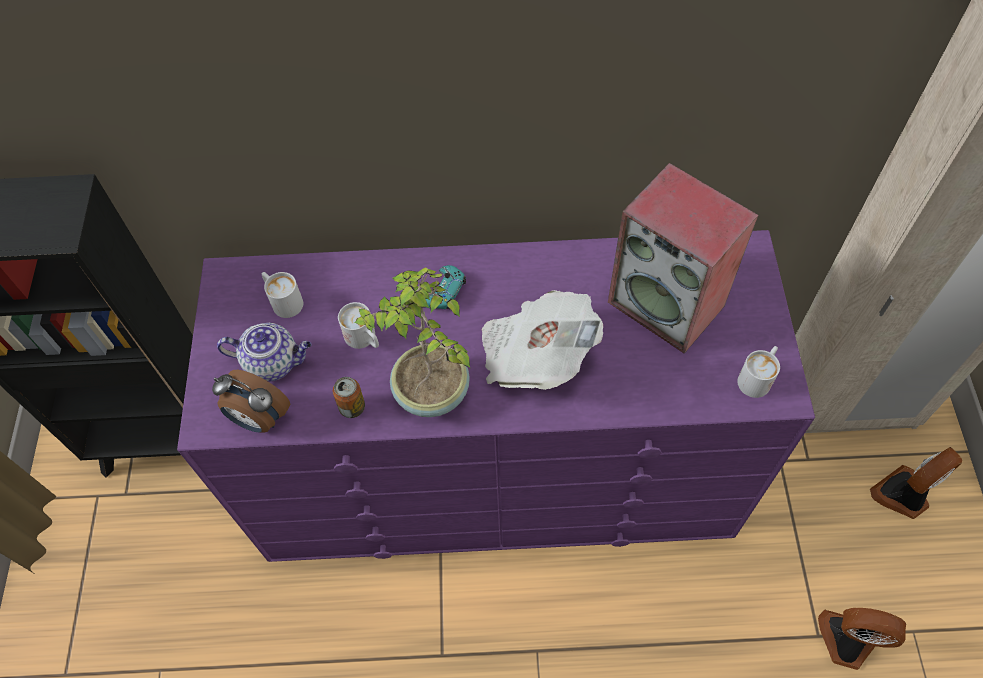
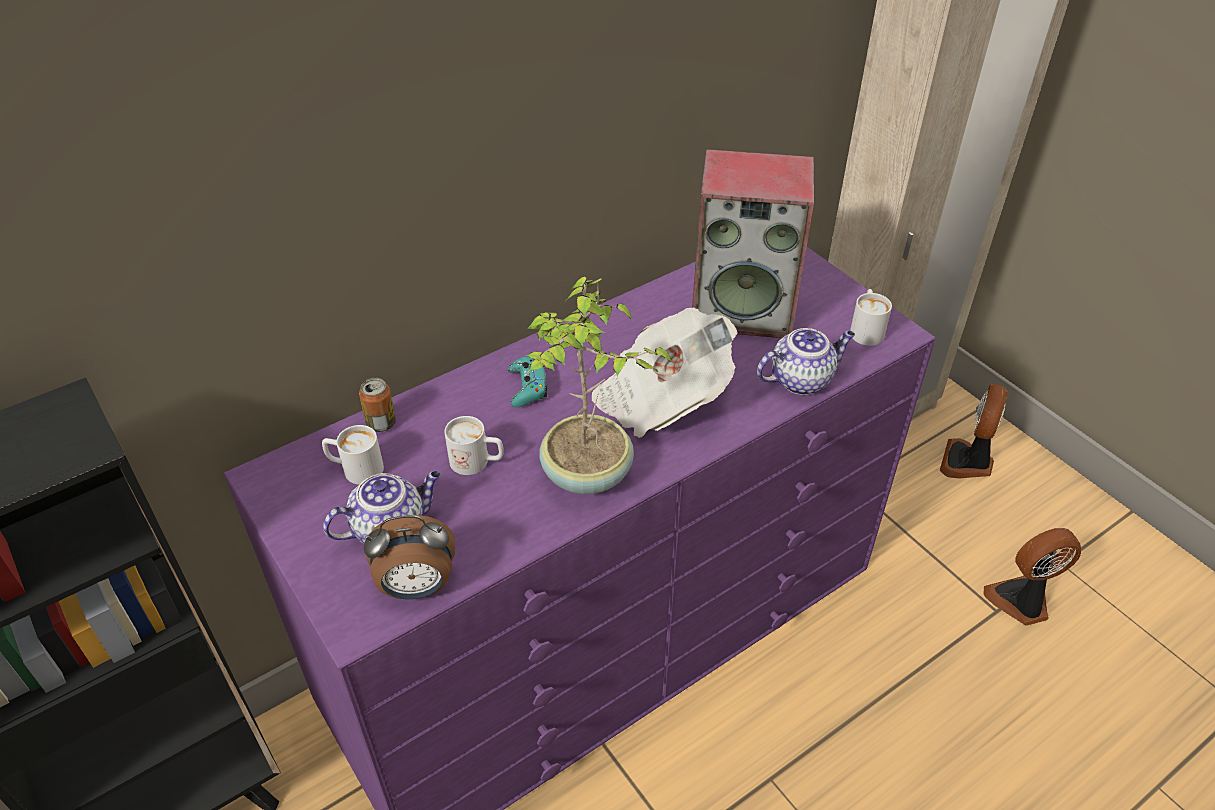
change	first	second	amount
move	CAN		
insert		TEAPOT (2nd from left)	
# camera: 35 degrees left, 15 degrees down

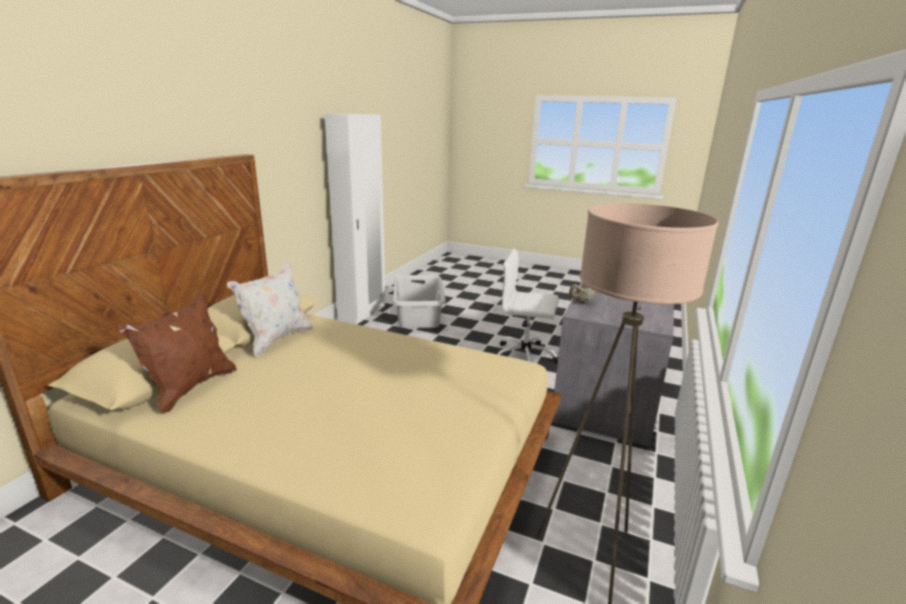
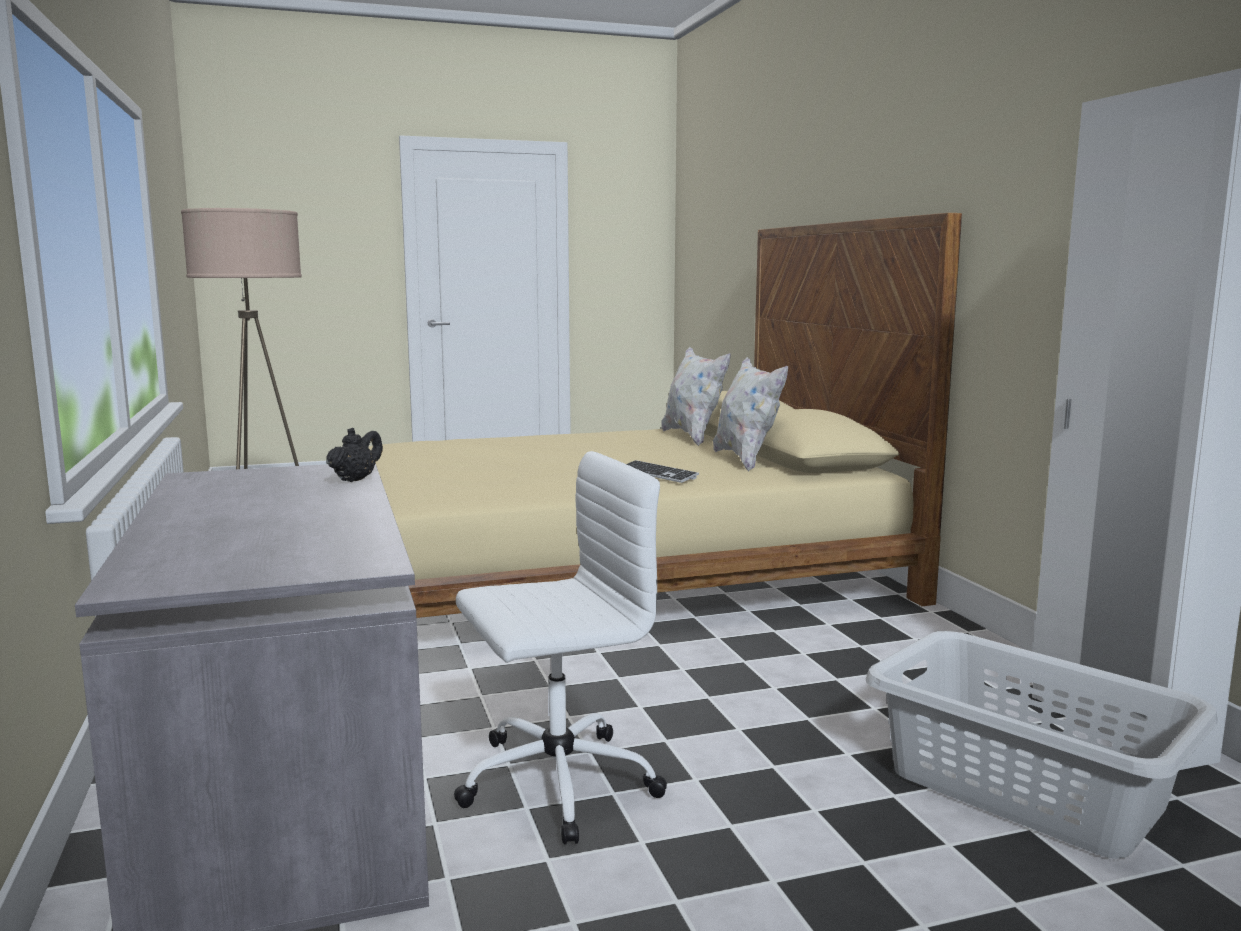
change	first	second	amount
recolor	BEIGE TEAPOT	BLACK TEAPOT	
insert		KEYBOARD	
recolor	BROWN PILLOW	WHITE PILLOW (1st from left)	
# camera: 140 degrees right, 10 degrees down

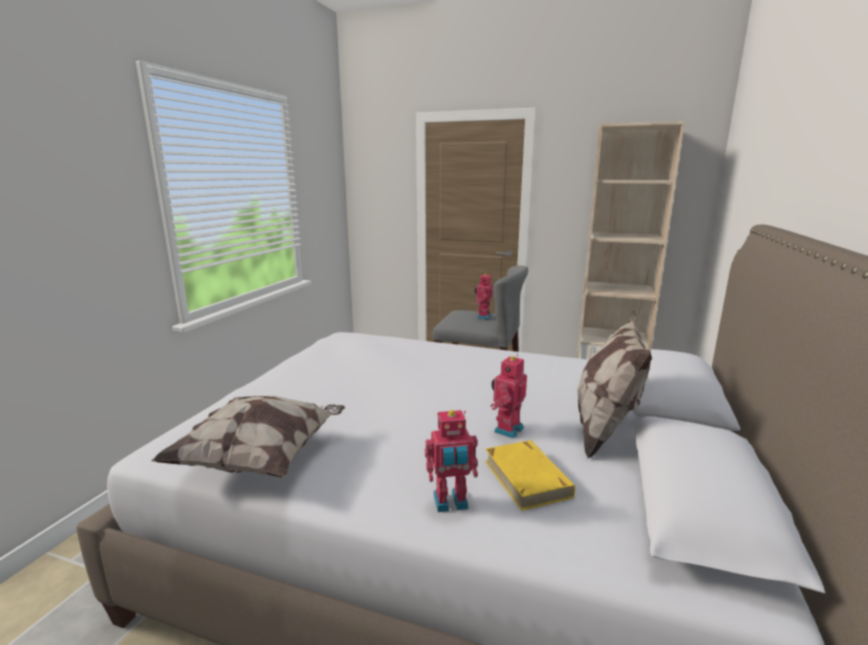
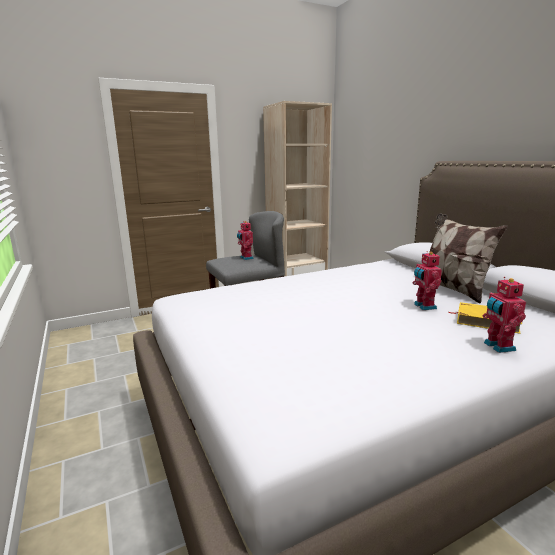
change	first	second	amount
rotate	TOY ROBOT (1st from left in the first image)	TOY ROBOT (3rd from left)	135 degrees clockwise
delete	PILLOW (1st from left)		
# camera: 45 degrees left, 0 degrees up

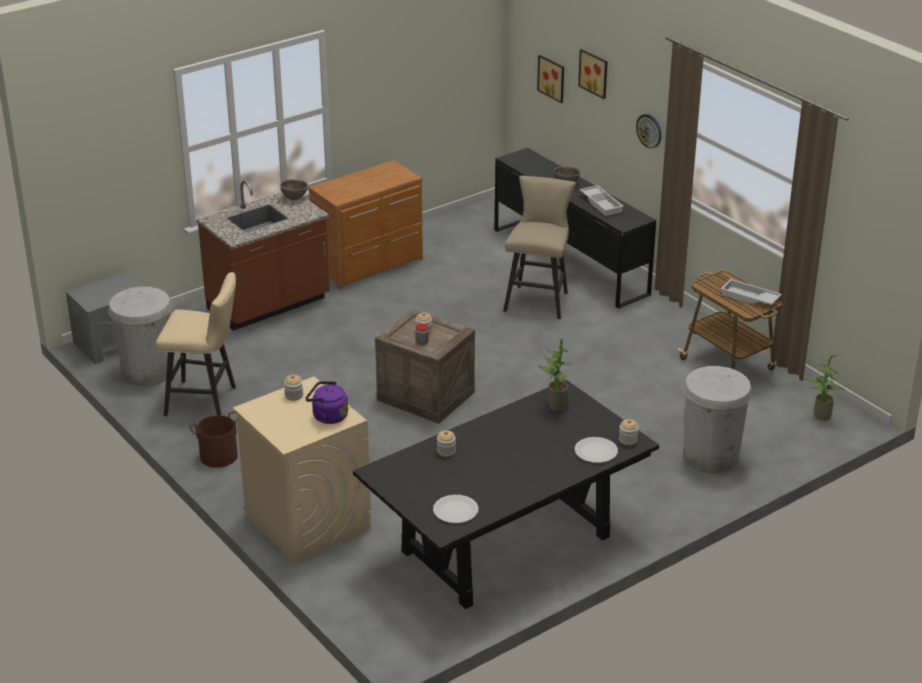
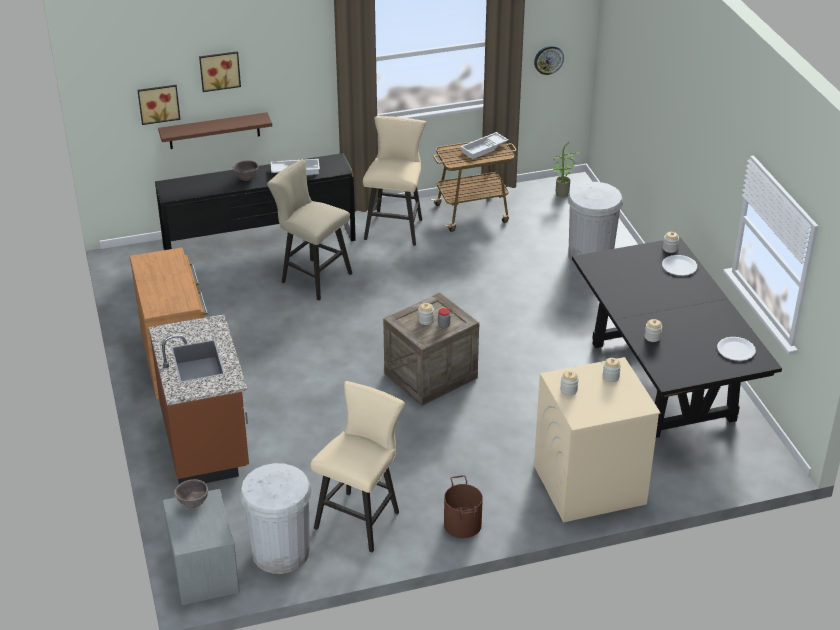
change	first	second	amount
insert		BROWN SHELF	
move	BROWN BOWL (1st from left)		
insert		BEIGE STOOL (3rd from left)	
move	WALL CLOCK		
replace	PURPLE KETTLE	JAR (4th from left)	
delete	POTTED PLANT (1st from left)		
# camera: 70 degrees left, 5 degrees up

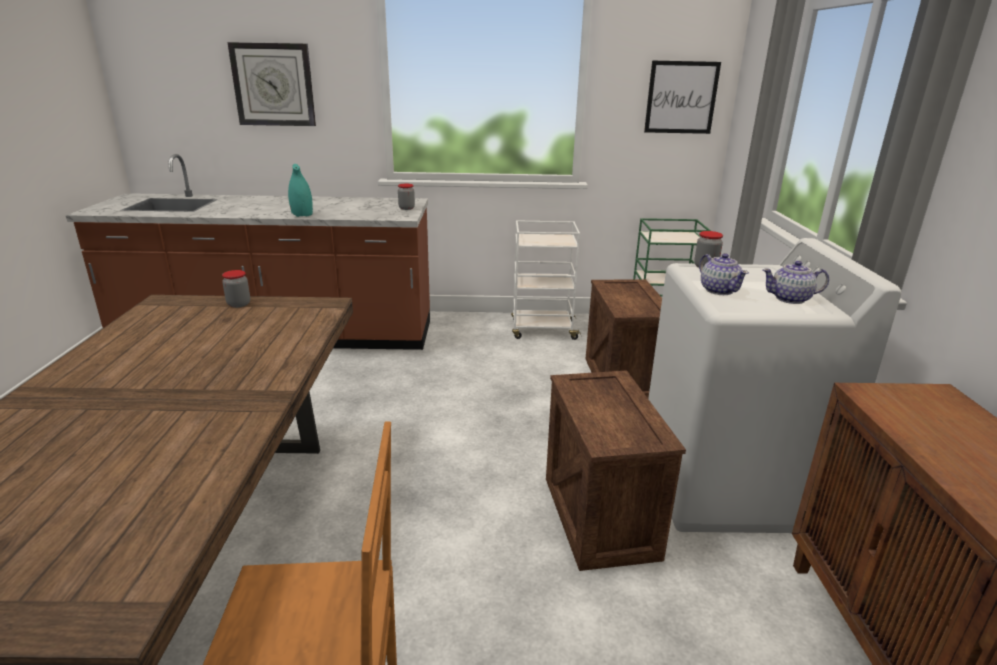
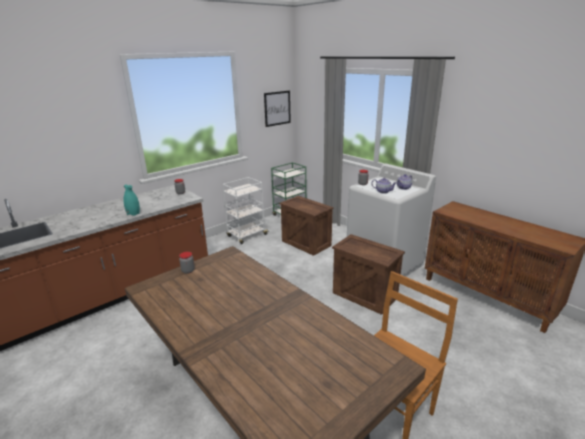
change	first	second	amount
delete	WALL CLOCK		
# camera: 40 degrees left, 0 degrees up

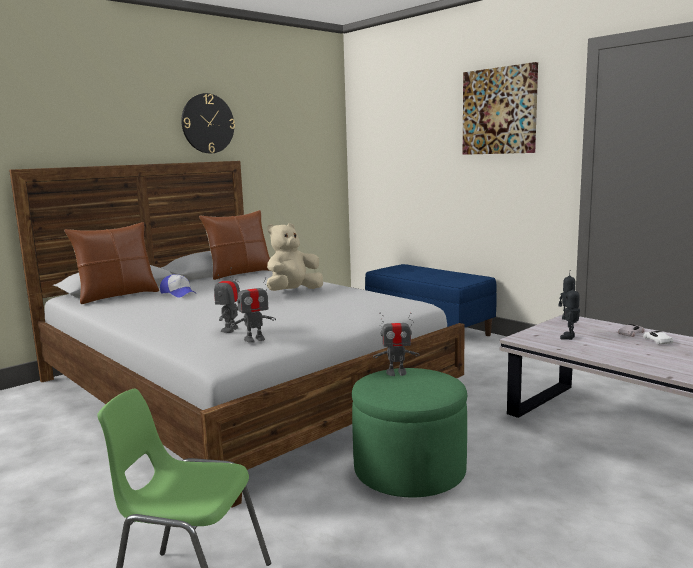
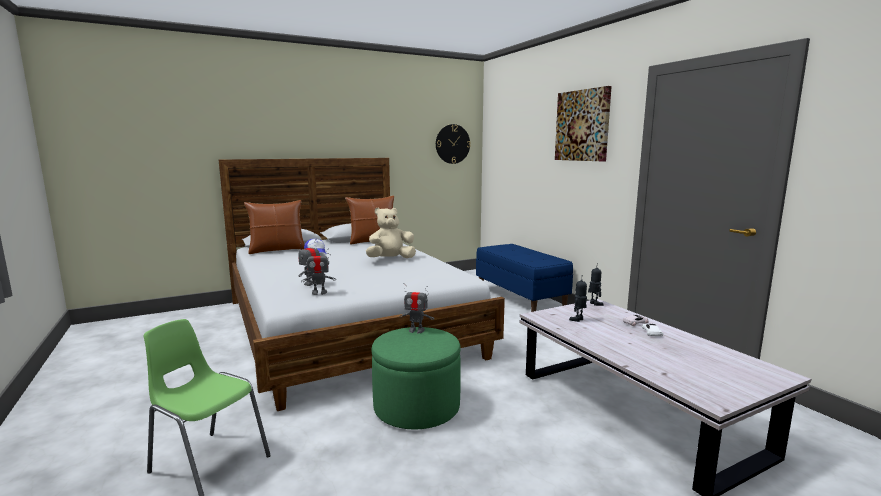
change	first	second	amount
move	WALL CLOCK		
# camera: 15 degrees right, 0 degrees up

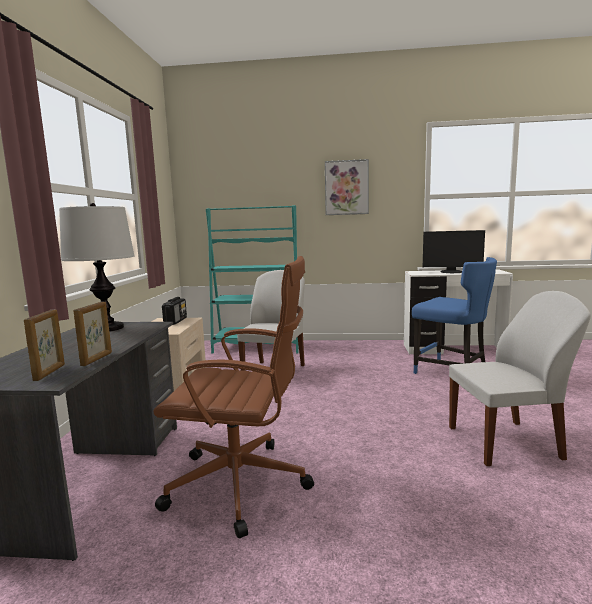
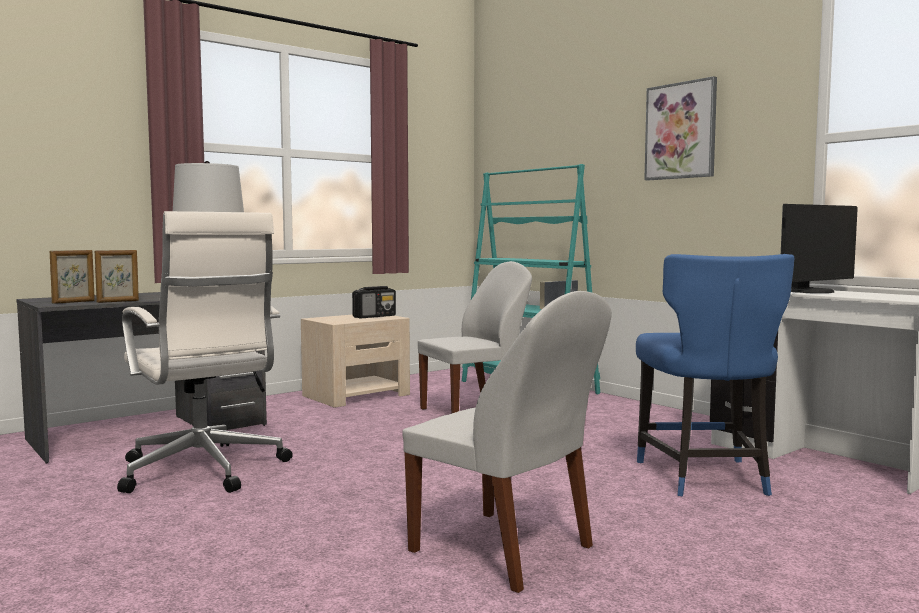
change	first	second	amount
recolor	BROWN OFFICE CHAIR	WHITE OFFICE CHAIR	
rotate	MONITOR		90 degrees counterclockwise
# camera: 45 degrees right, 5 degrees down

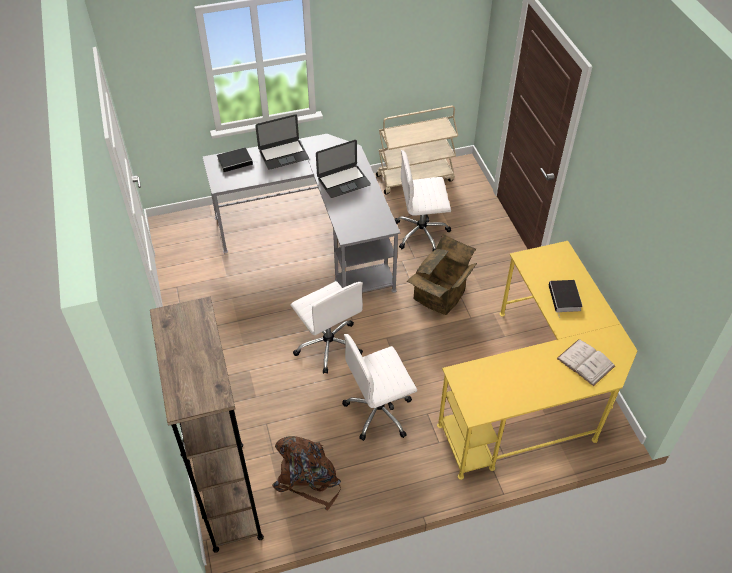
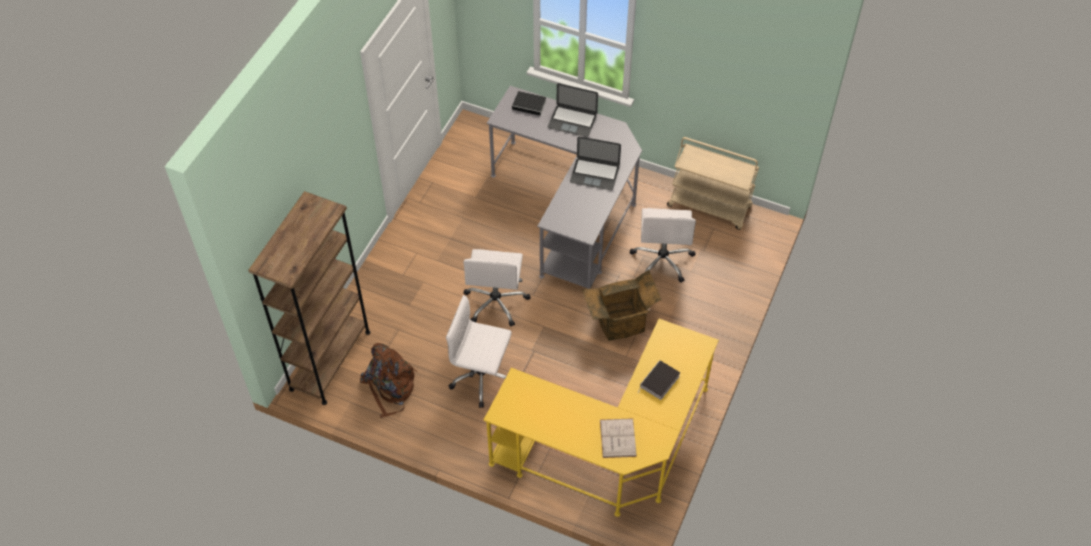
change	first	second	amount
rotate	WHITE OFFICE CHAIR (3rd from left)		120 degrees counterclockwise
# camera: 40 degrees right, 5 degrees up

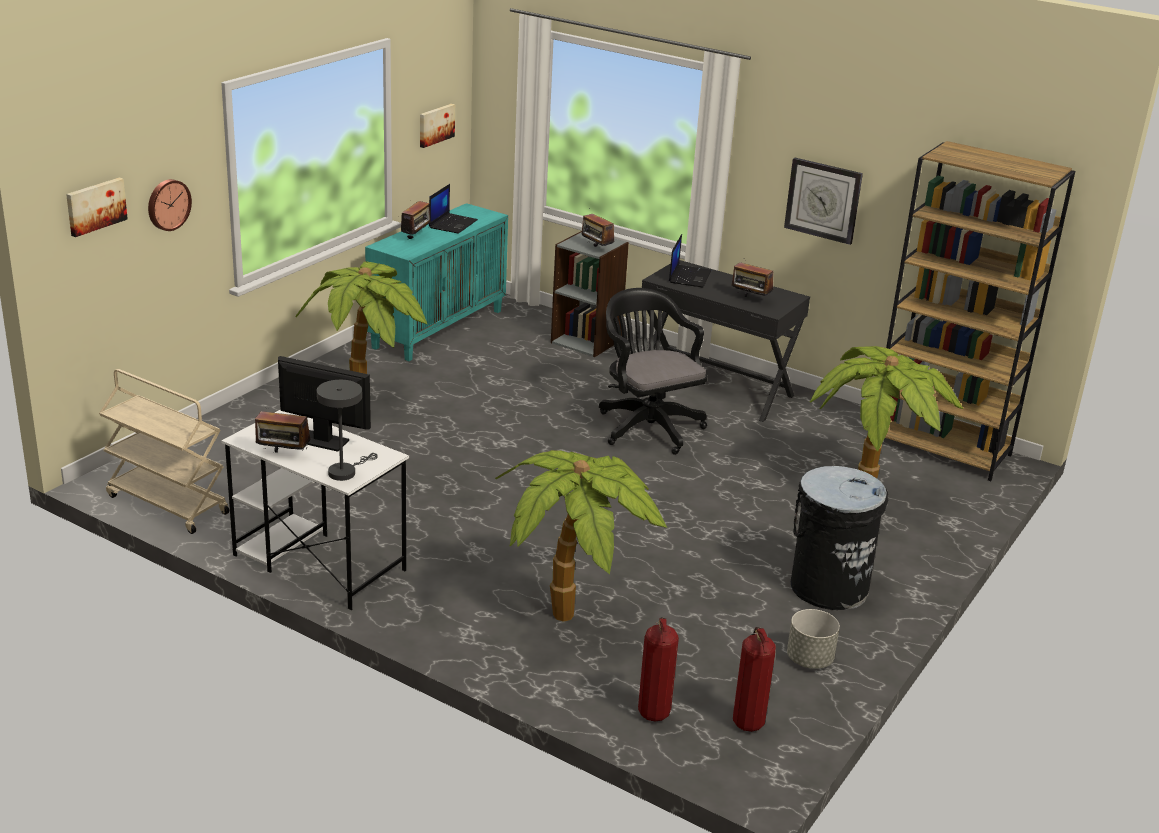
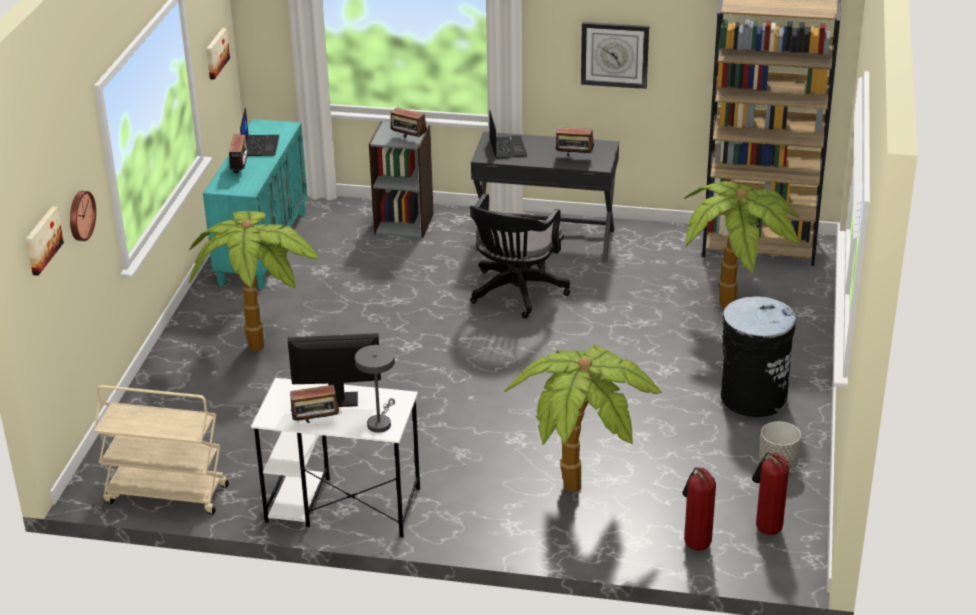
change	first	second	amount
rotate	BLACK OFFICE CHAIR		105 degrees counterclockwise
# camera: 20 degrees left, 5 degrees up

